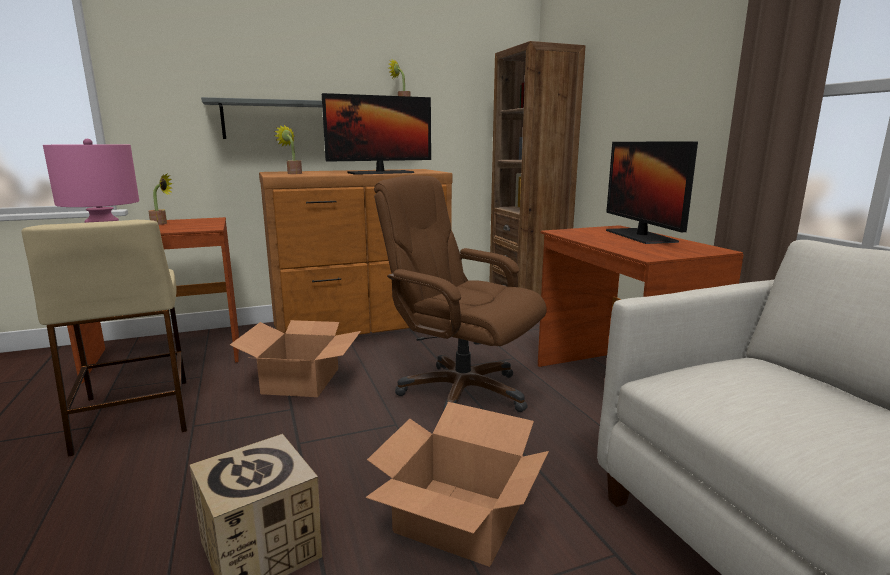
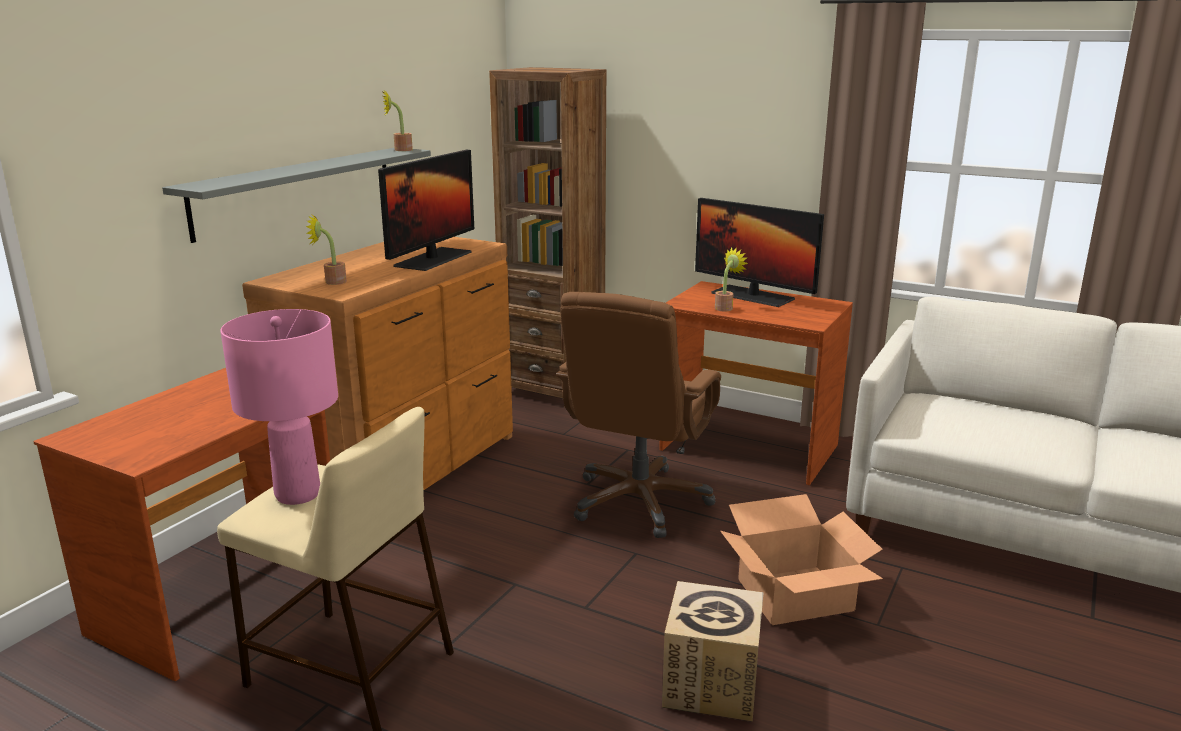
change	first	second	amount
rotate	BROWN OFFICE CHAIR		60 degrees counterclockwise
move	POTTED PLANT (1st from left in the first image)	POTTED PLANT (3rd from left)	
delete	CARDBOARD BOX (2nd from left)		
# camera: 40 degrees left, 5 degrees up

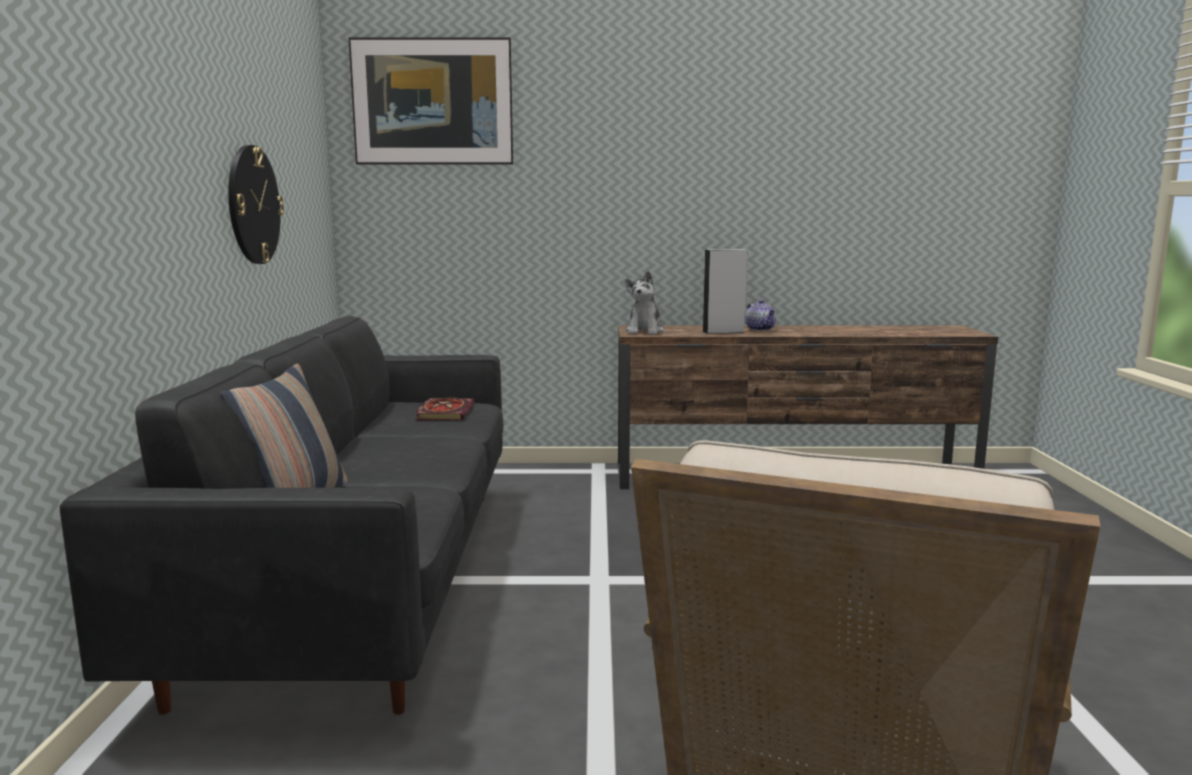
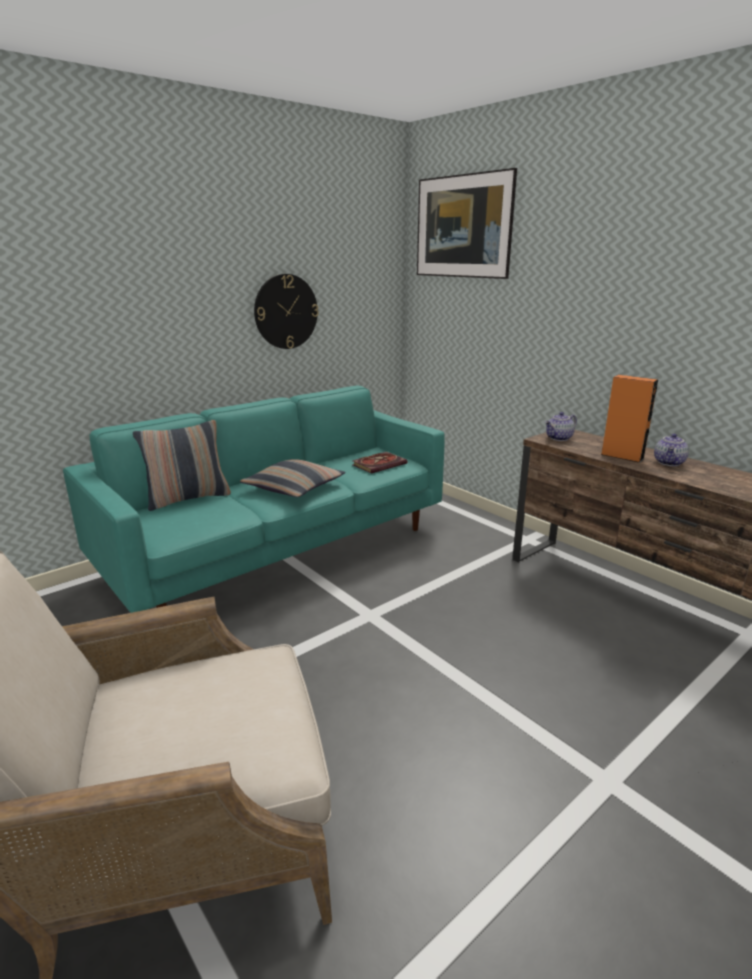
change	first	second	amount
recolor	BLACK SOFA	TURQUOISE SOFA	
insert		PILLOW (2nd from left)	
replace	PLUSH TOY	TEAPOT (1st from left)	
recolor	GREY SPEAKER	ORANGE SPEAKER	
# camera: 50 degrees right, 10 degrees up

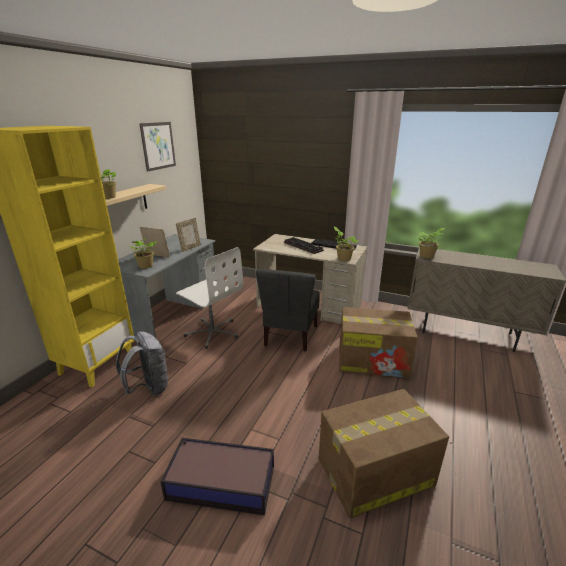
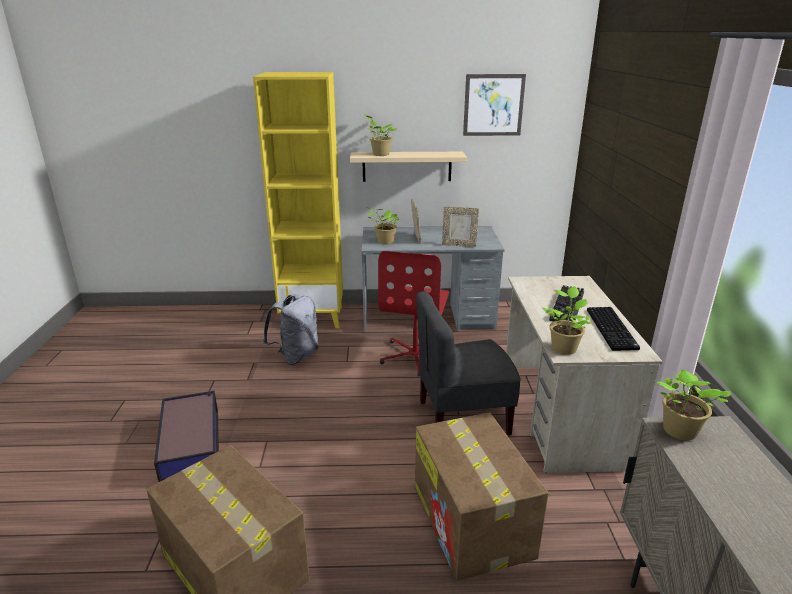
change	first	second	amount
recolor	WHITE OFFICE CHAIR	RED OFFICE CHAIR	
# camera: 65 degrees right, 0 degrees up

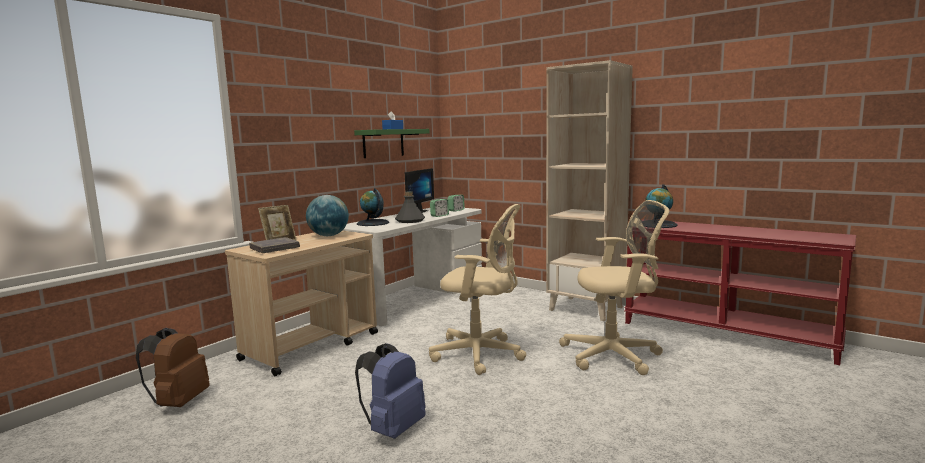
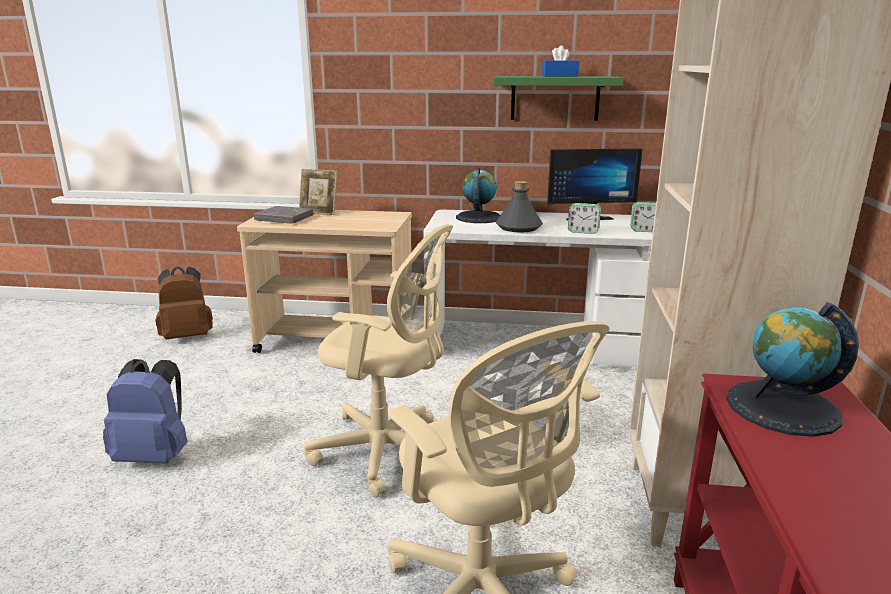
change	first	second	amount
rotate	BEIGE OFFICE CHAIR (1st from left)		60 degrees counterclockwise
delete	GLOBE (1st from left)		
# camera: 60 degrees right, 10 degrees up

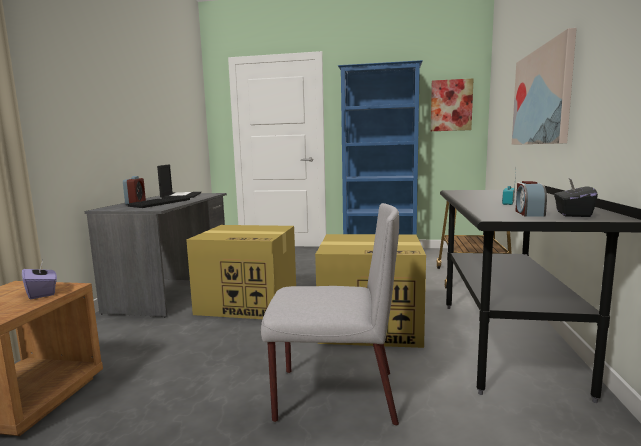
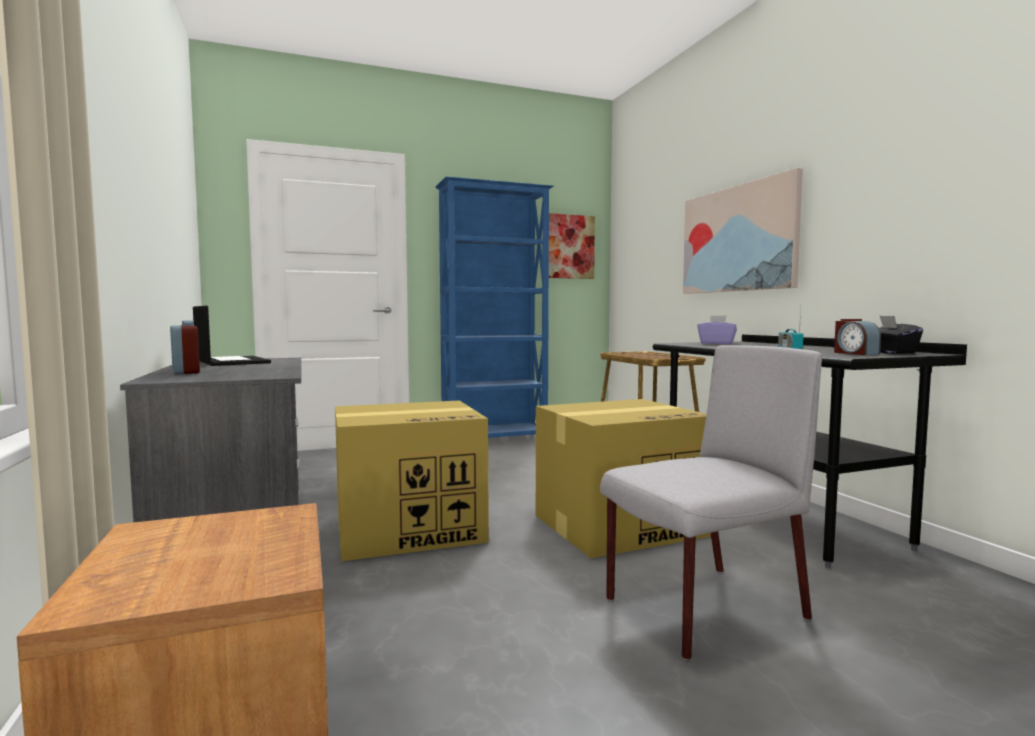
change	first	second	amount
move	PURPLE TISSUE BOX		
delete	KEYBOARD		
# camera: 30 degrees left, 5 degrees down

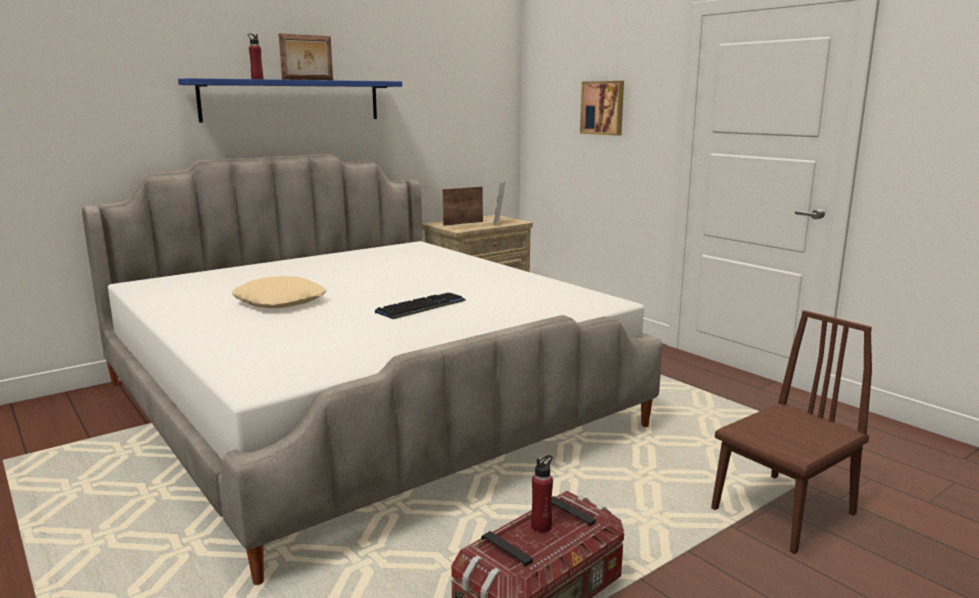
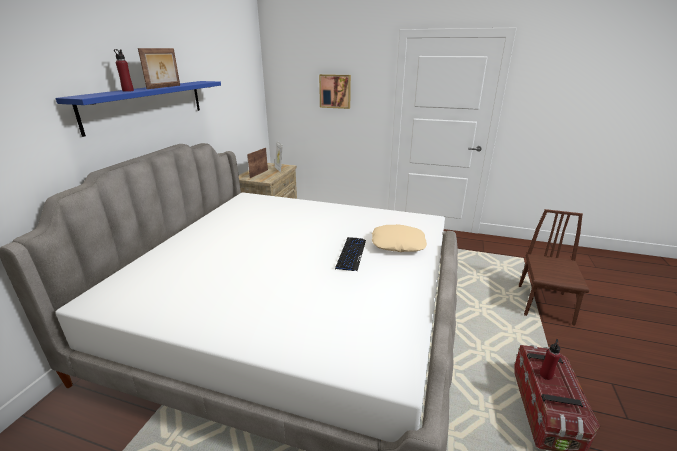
change	first	second	amount
move	BEIGE PILLOW		
# camera: 35 degrees left, 10 degrees up

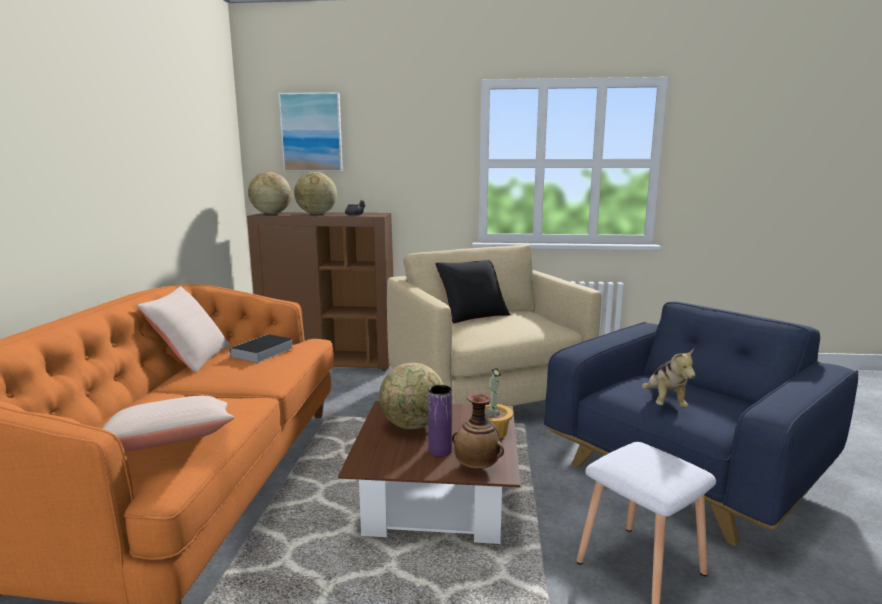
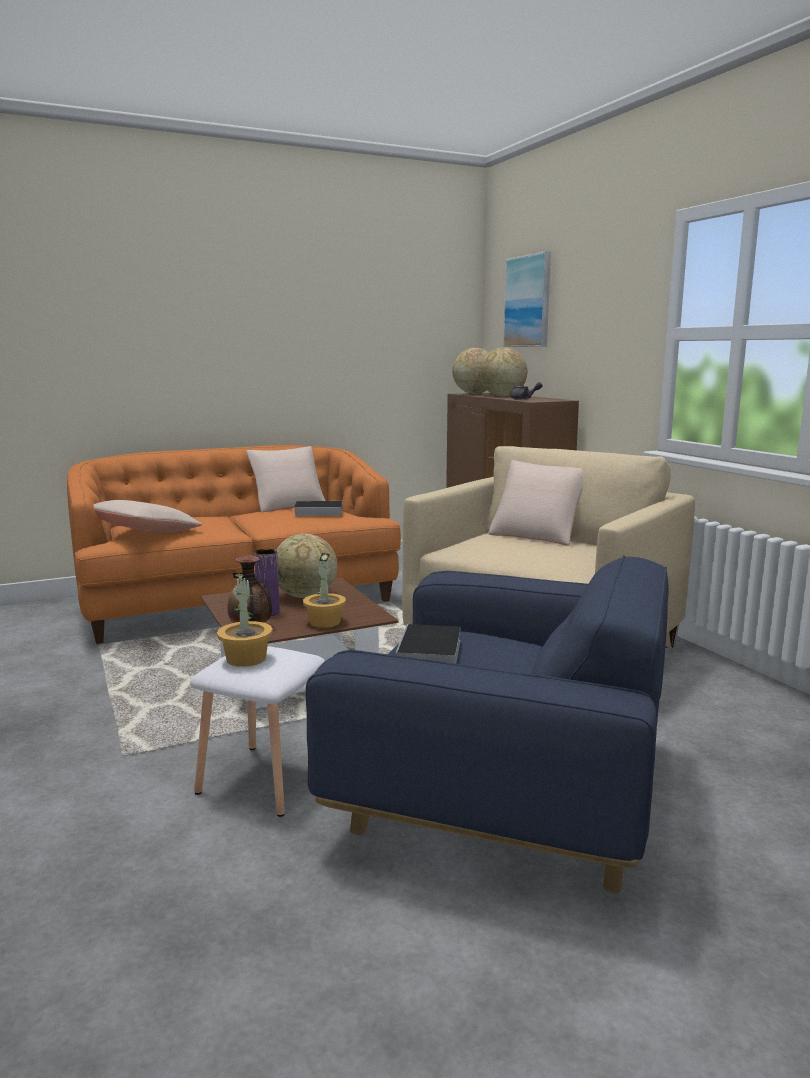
change	first	second	amount
insert		POTTED PLANT (1st from left)	
replace	PLUSH TOY	BOOK (2nd from left)	
recolor	BLACK PILLOW	BEIGE PILLOW (3rd from left)	
# camera: 60 degrees right, 0 degrees up

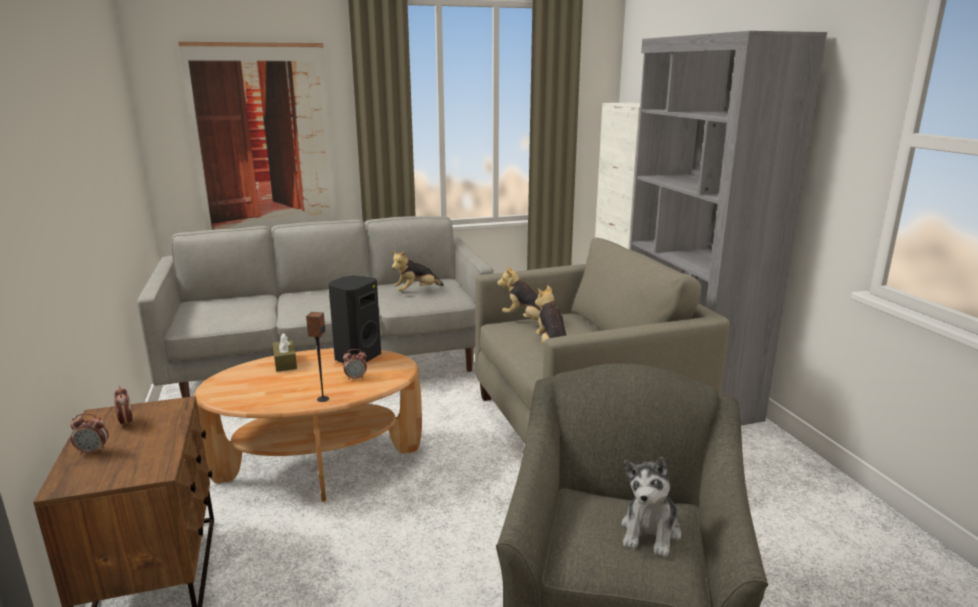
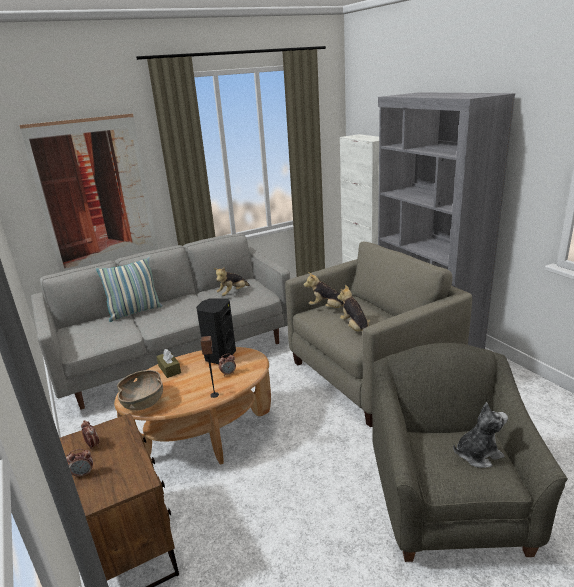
change	first	second	amount
insert		PILLOW	
insert		BROWN BOWL	
rotate	PLUSH TOY (4th from left)		120 degrees counterclockwise
# camera: 10 degrees left, 5 degrees up

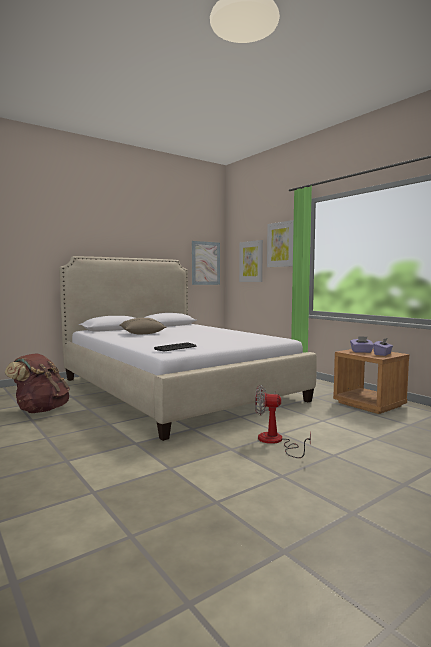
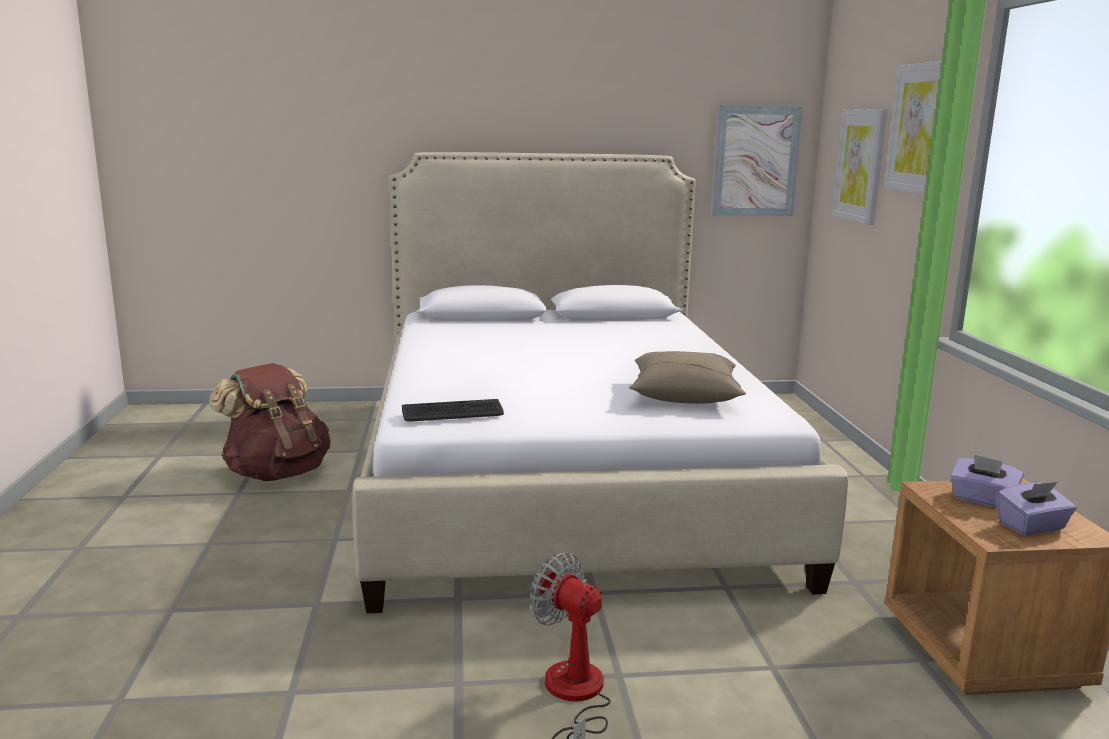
change	first	second	amount
move	BEIGE PILLOW		
# camera: 30 degrees right, 10 degrees up

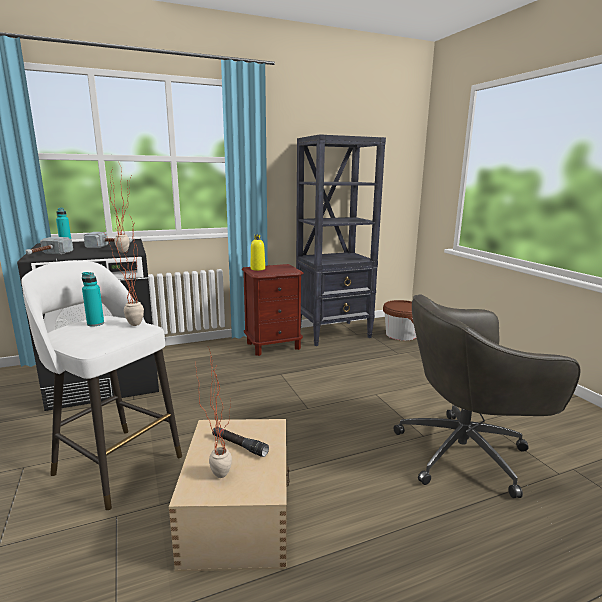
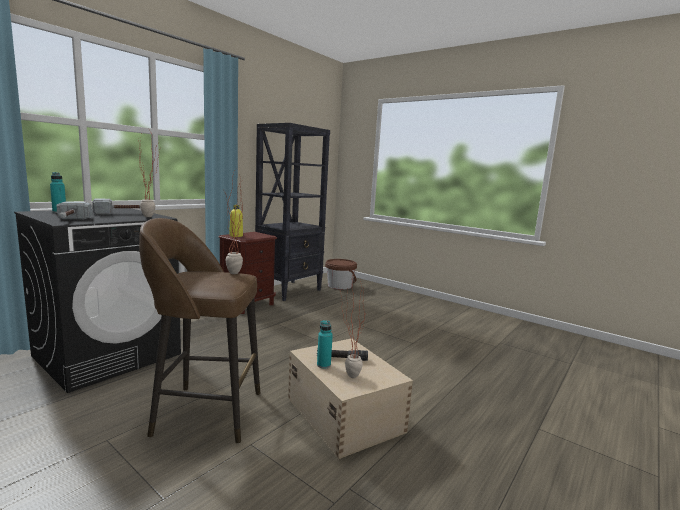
change	first	second	amount
recolor	WHITE STOOL	BROWN STOOL	
move	TURQUOISE BOTTLE (2nd from left)		
delete	GREY OFFICE CHAIR		
# camera: 30 degrees left, 5 degrees down

